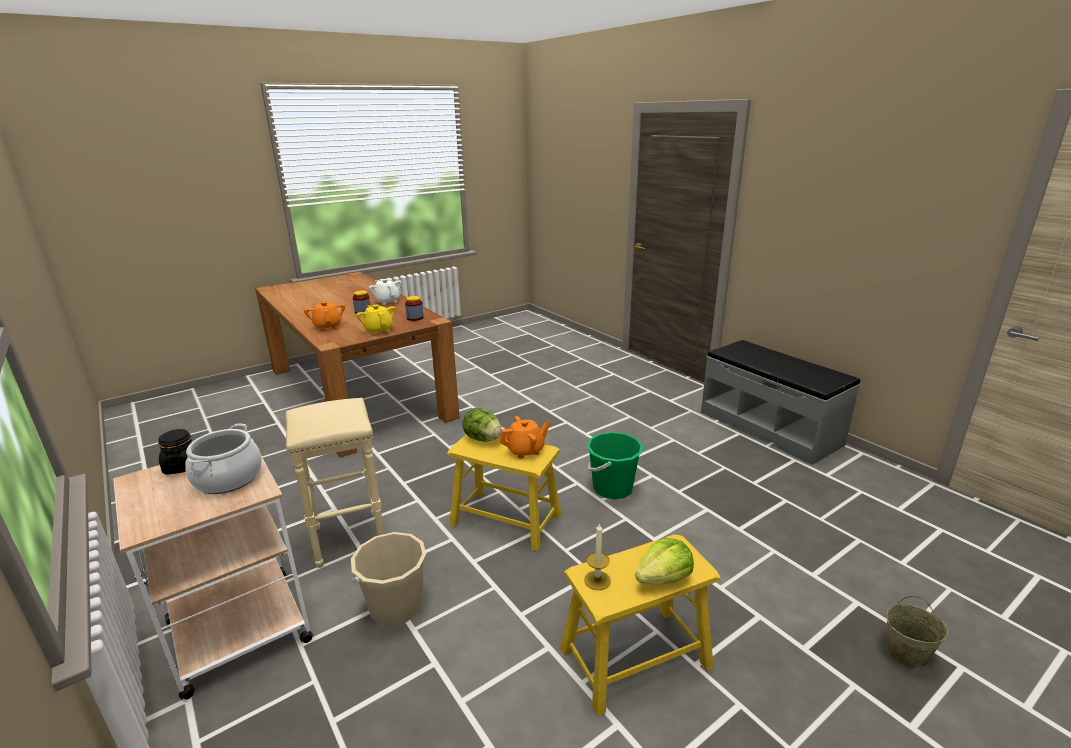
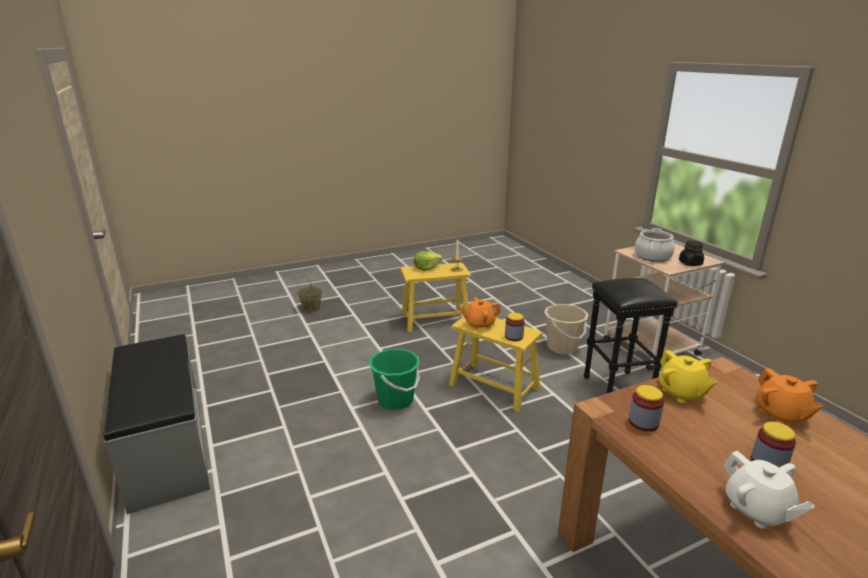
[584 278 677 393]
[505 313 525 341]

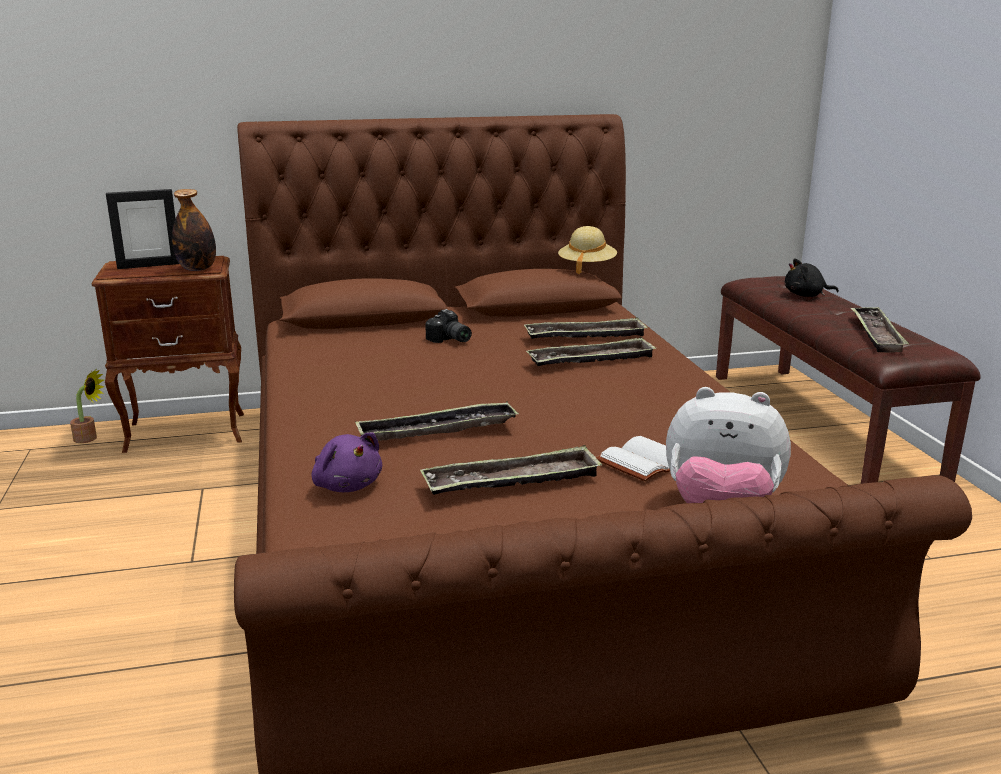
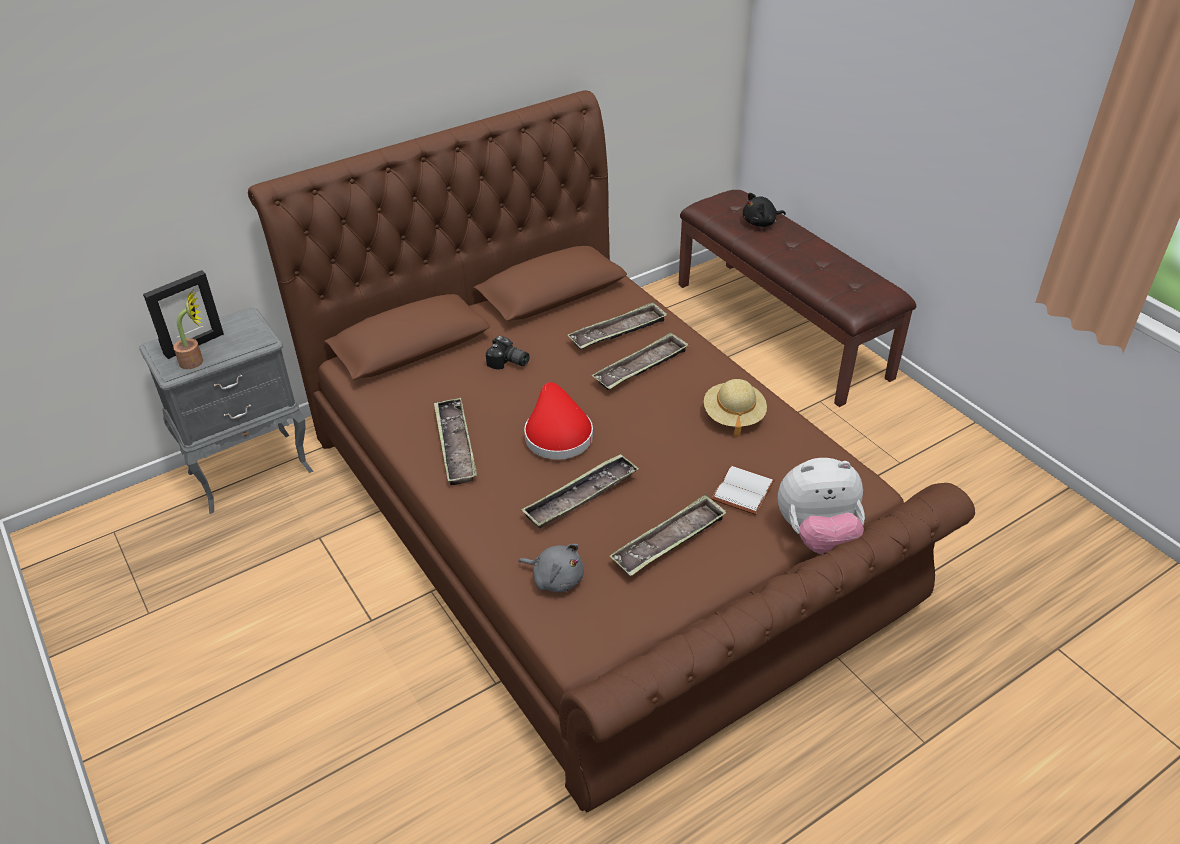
[173 290 203 369]
[139 307 314 514]
[172 189 216 271] (first image)
[519 544 584 592]
[704 379 767 437]
[434 398 477 485]
[524 382 593 460]

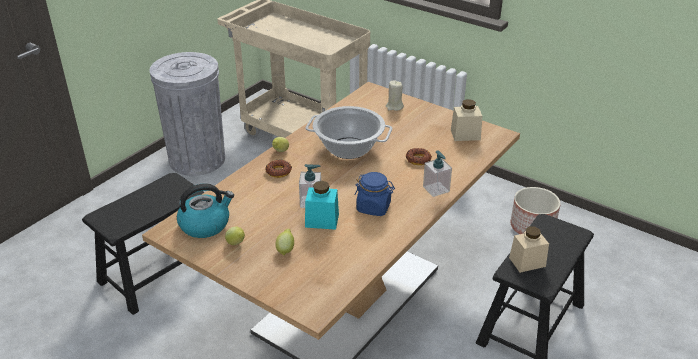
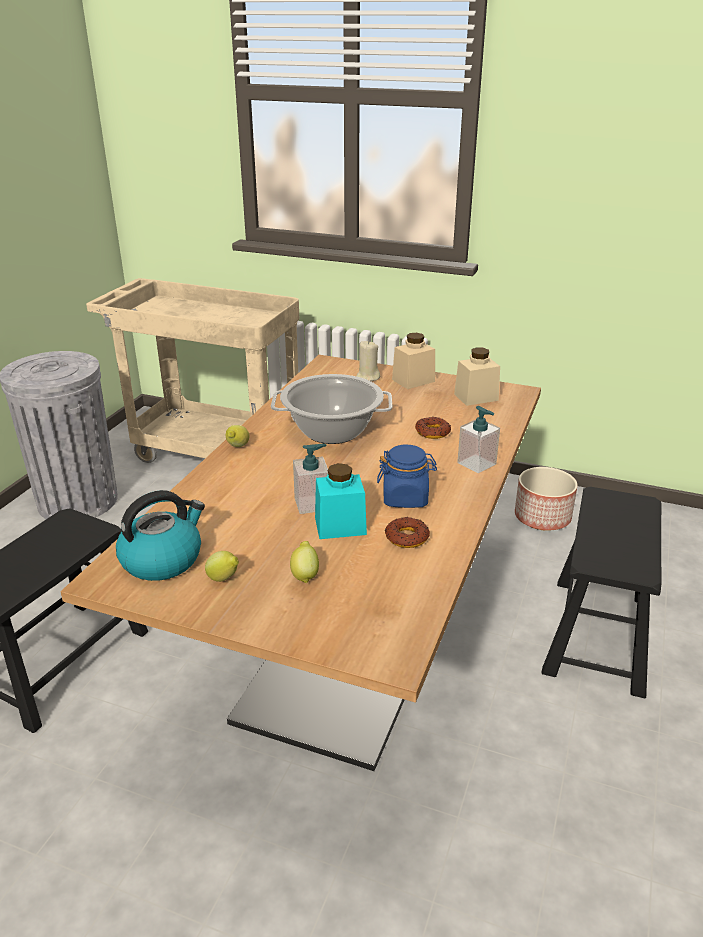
[385 517 430 548]
[392 333 435 389]

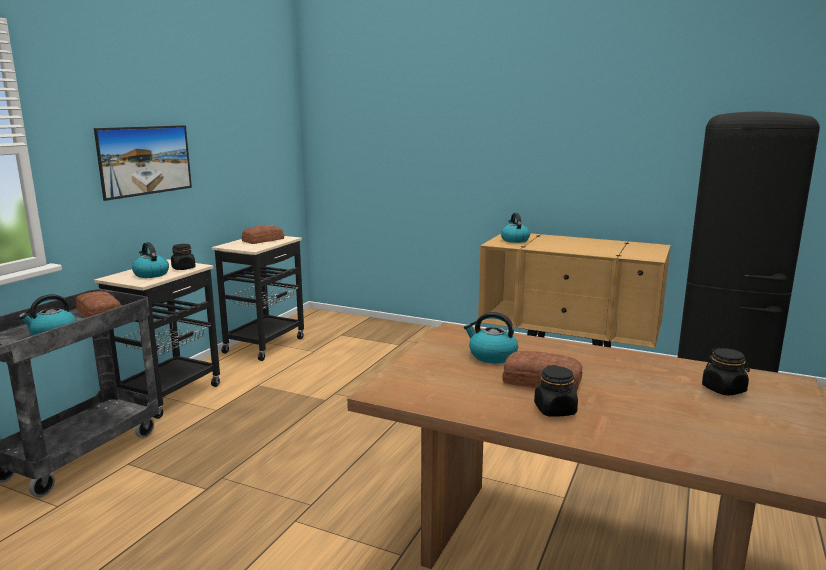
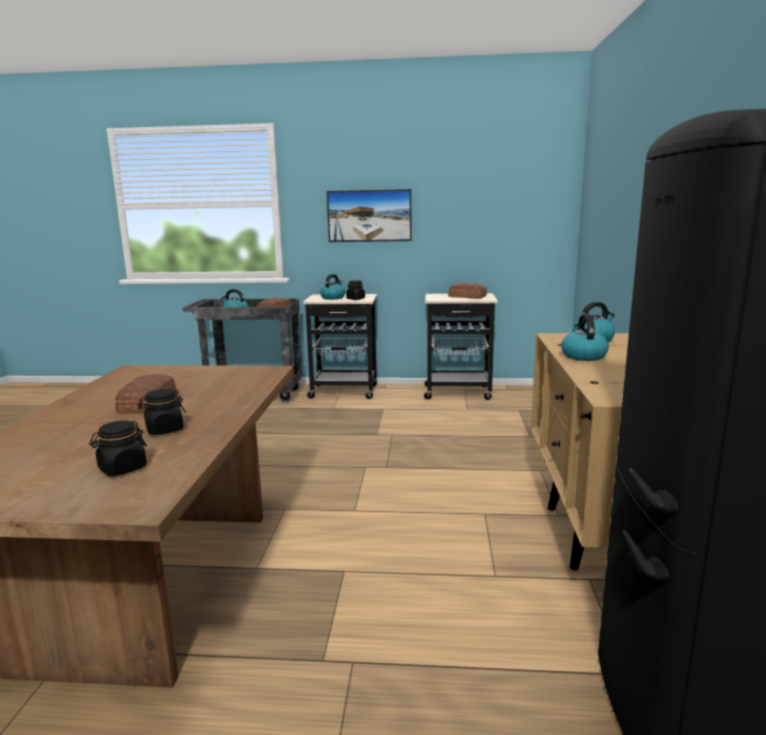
[561 314 609 361]
[138 389 186 435]

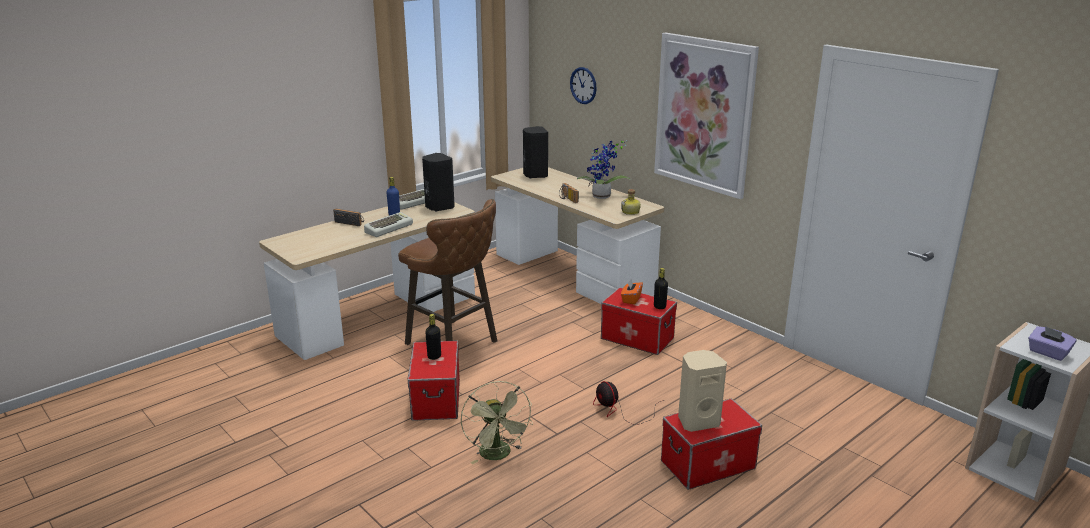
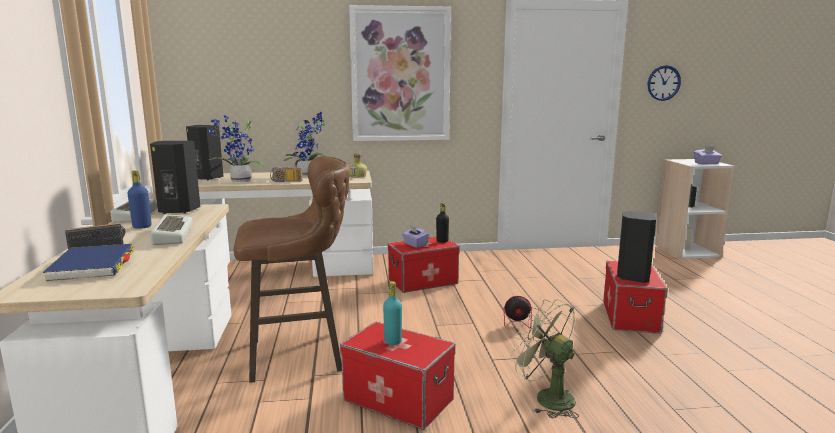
[383 281 402 345]
[510 299 579 418]
[648 65 681 101]
[402 225 429 248]
[617 211 656 283]
[43 244 134 283]
[208 115 265 182]

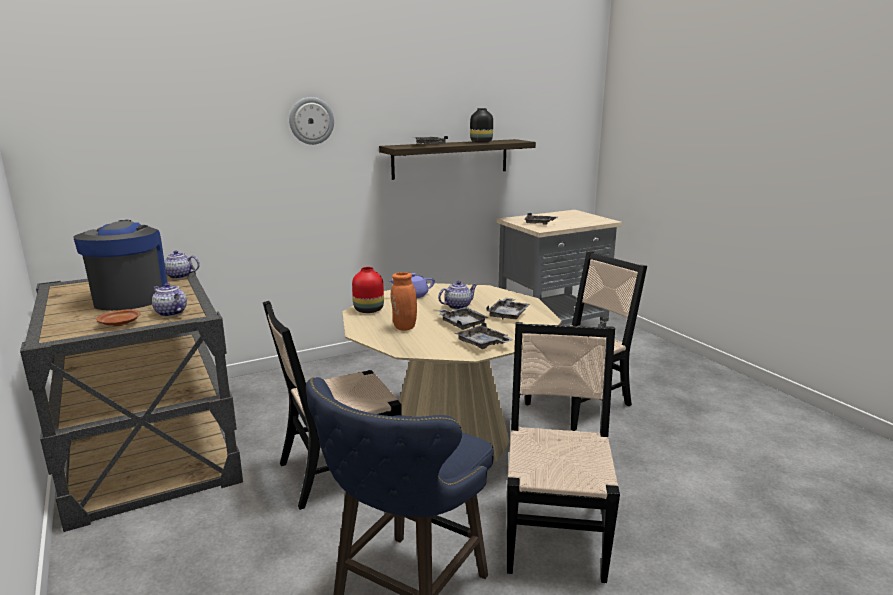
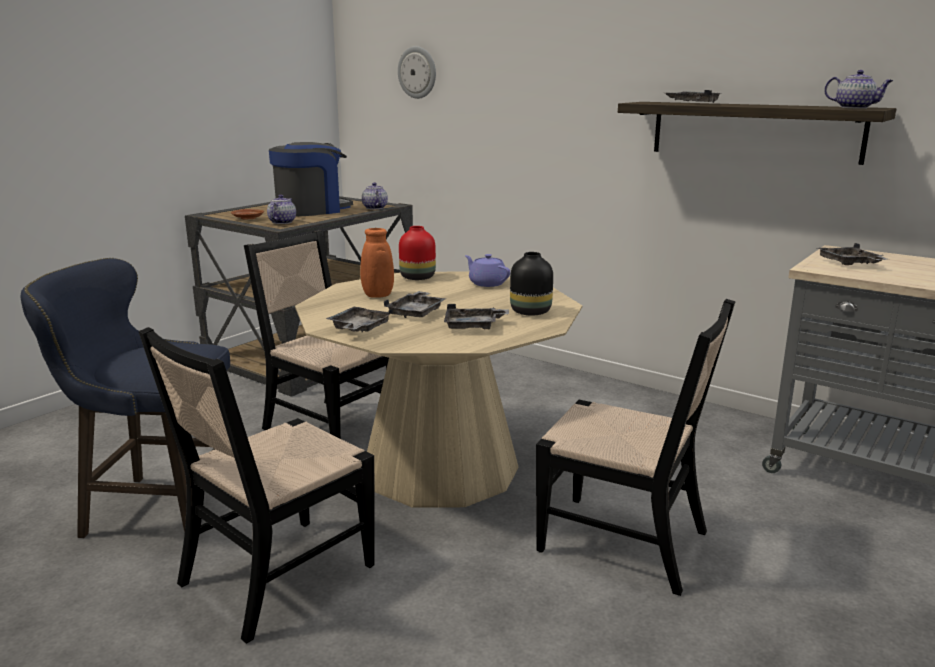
[398 46 436 99]
[825 70 893 109]
[510 252 553 316]
[139 327 375 644]

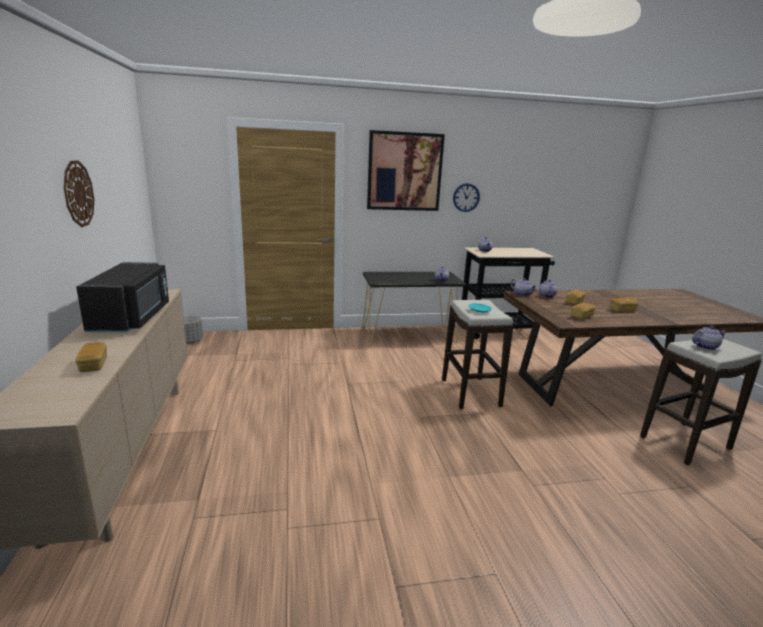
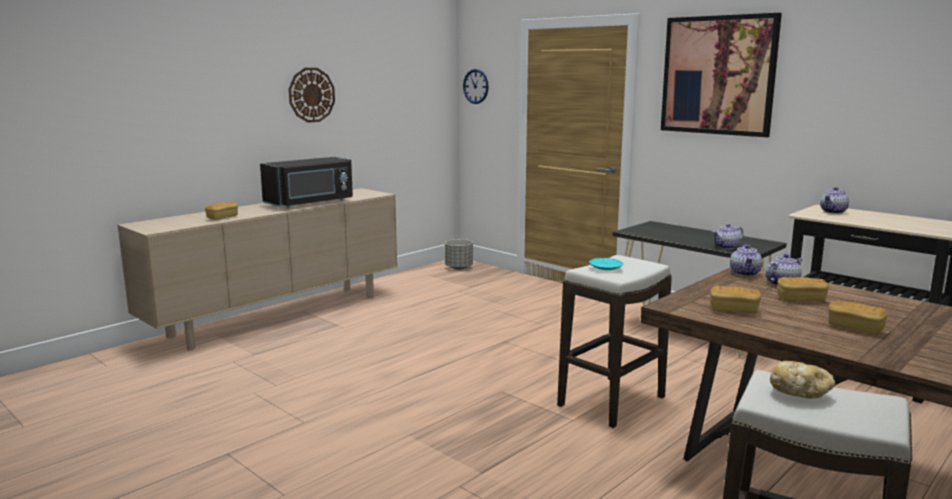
[463 69 489 104]
[770 361 835 399]

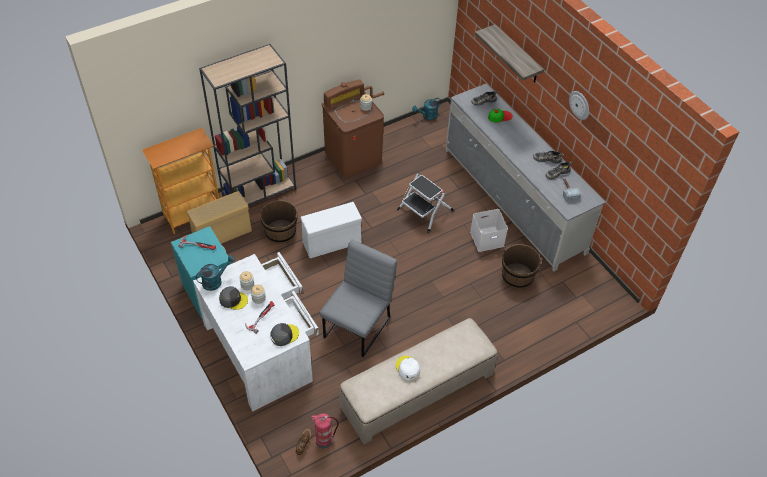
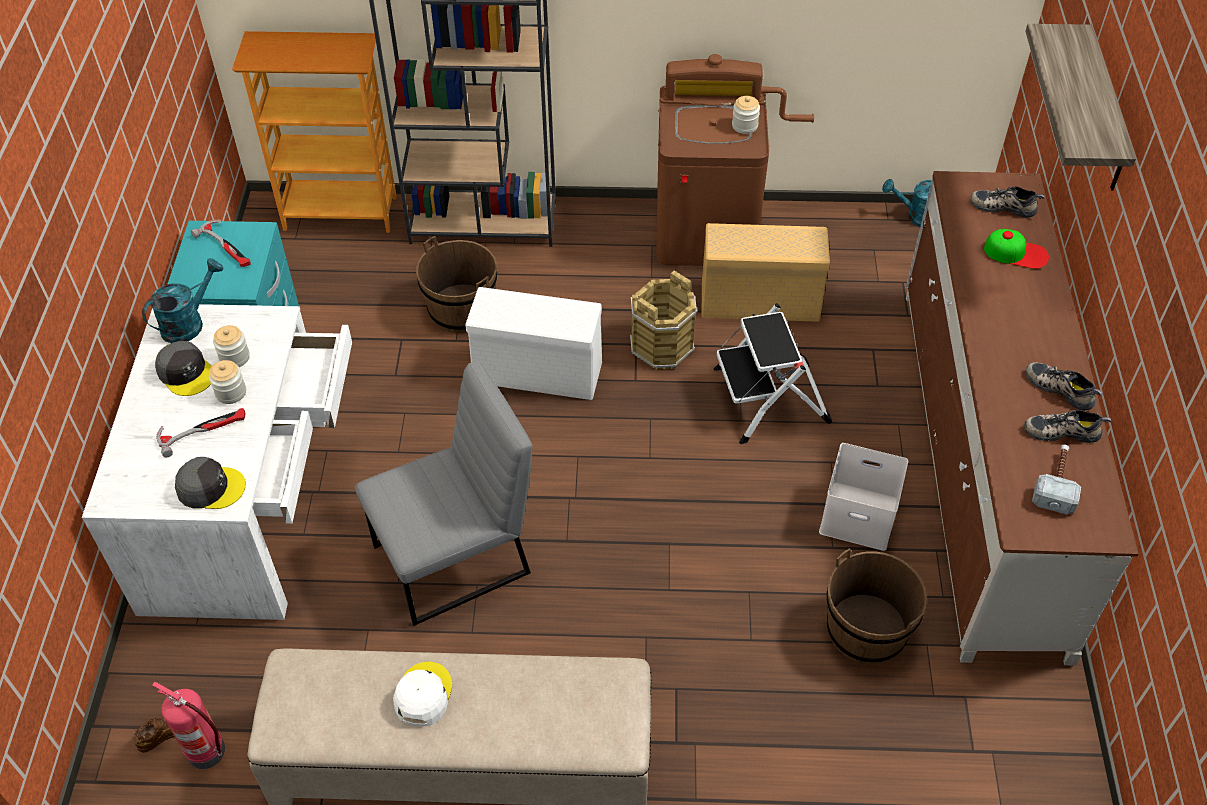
[702 223 830 322]
[142 258 223 343]
[906 171 1138 666]
[569 91 589 120] (first image)
[630 271 698 370]

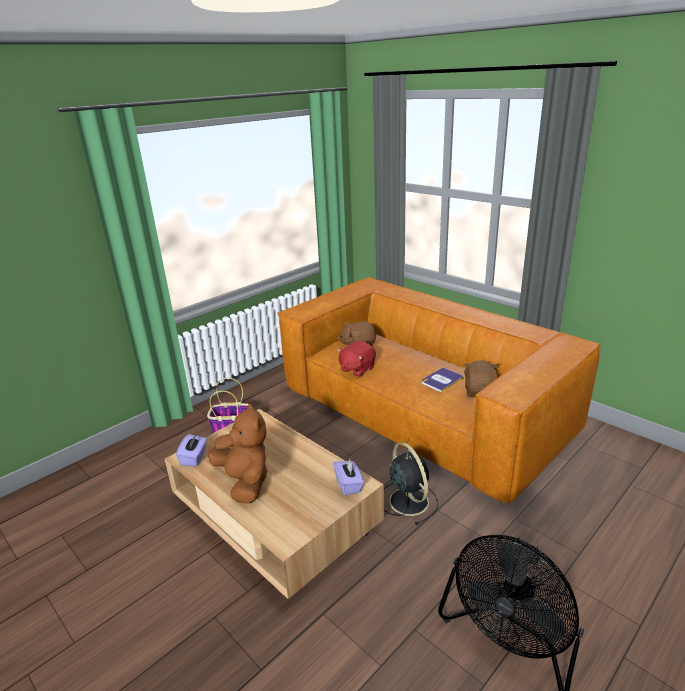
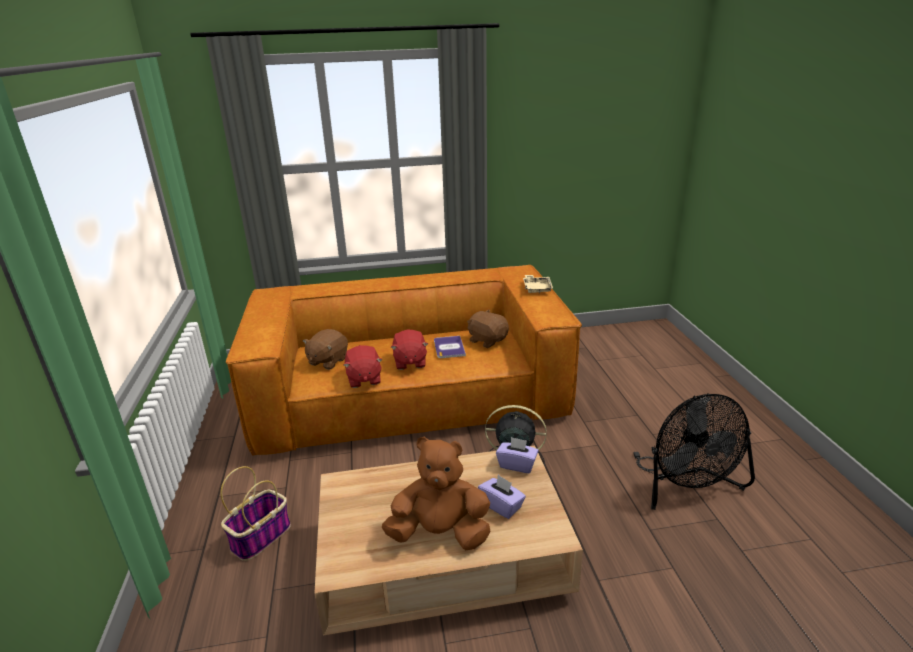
[478 475 526 519]
[391 330 428 370]
[523 275 553 294]

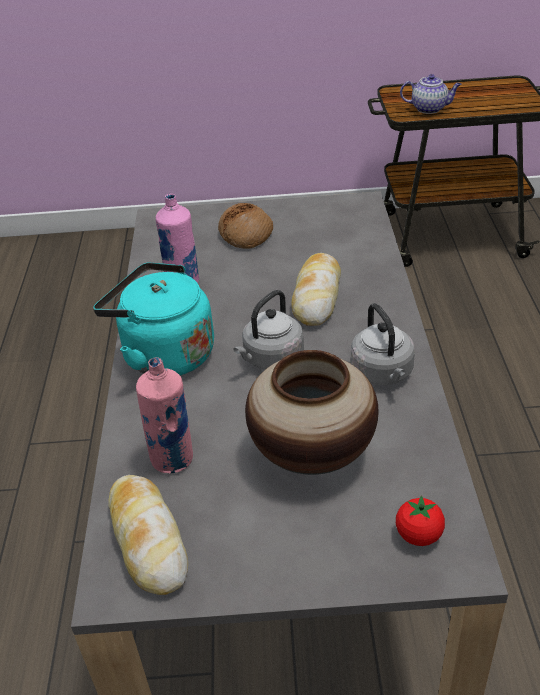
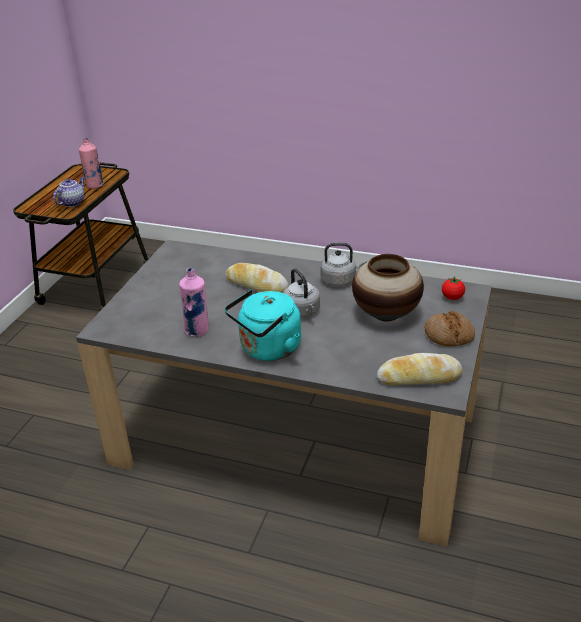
[79 137 103 189]
[424 311 475 347]

